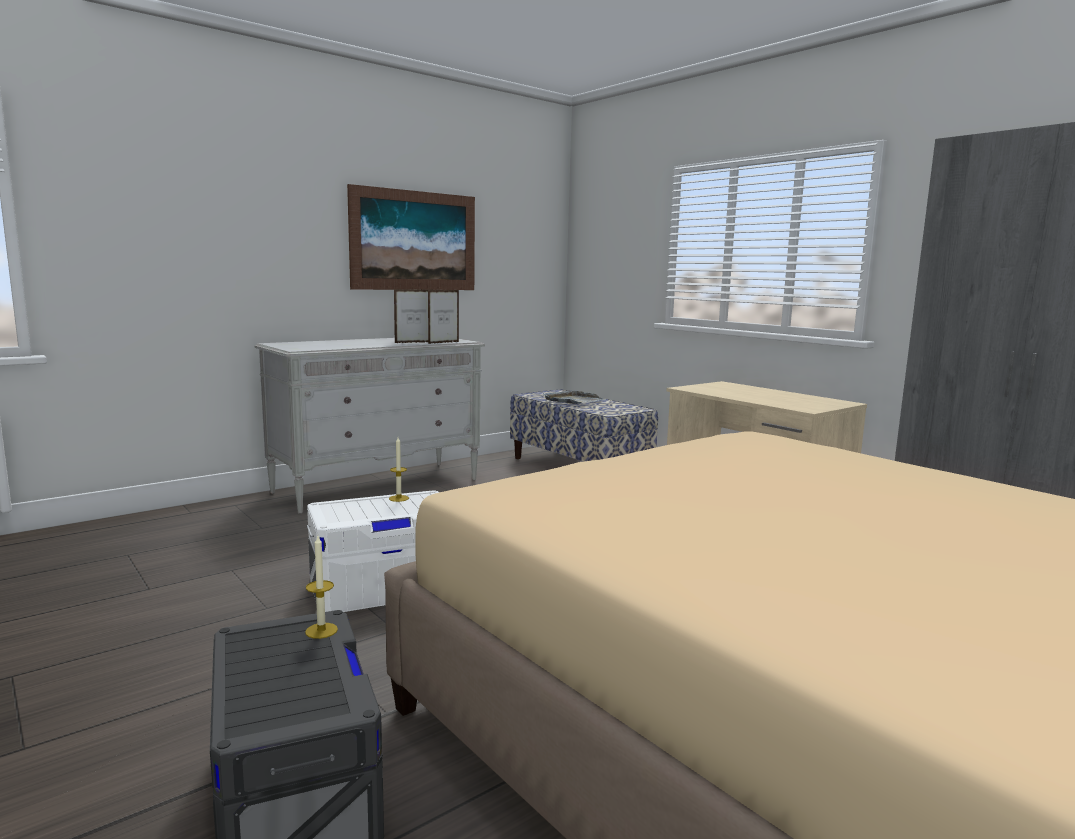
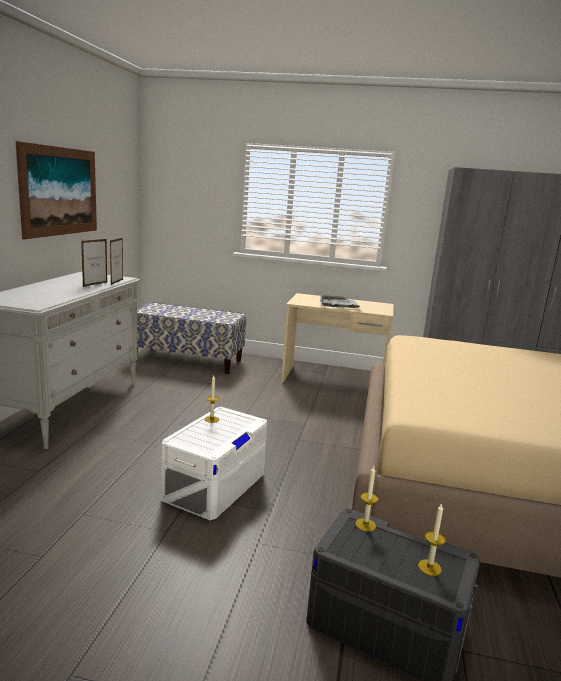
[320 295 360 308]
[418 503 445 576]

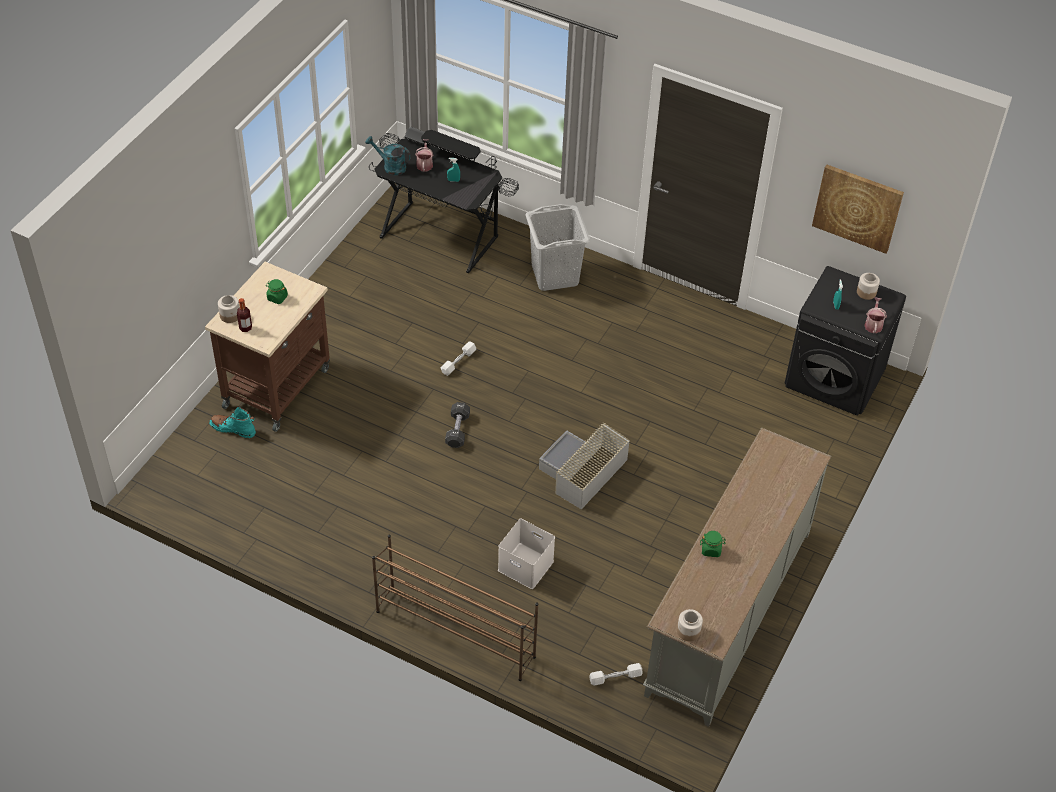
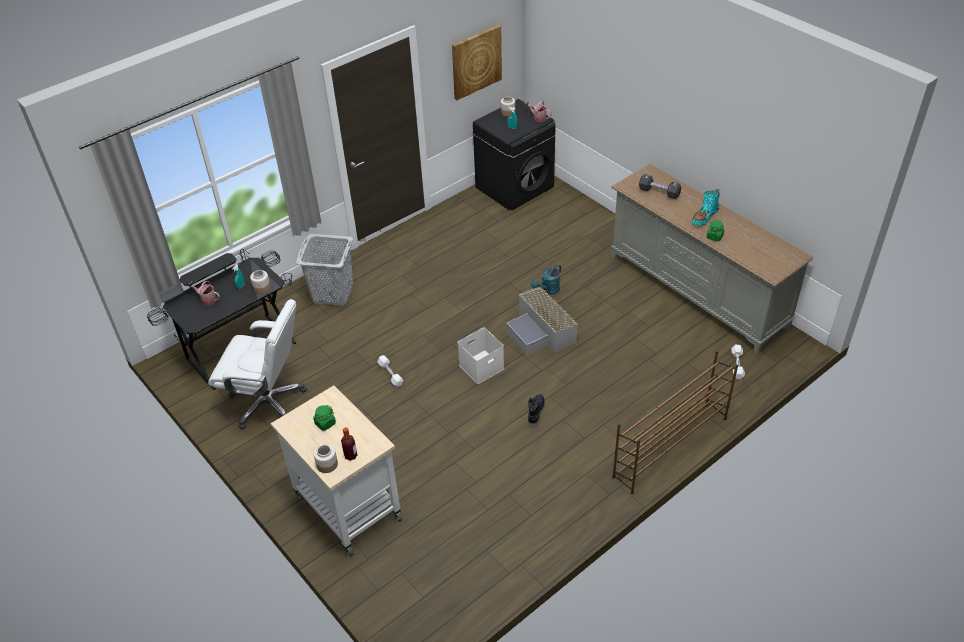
[271 385 402 556]
[691 189 720 226]
[531 264 561 295]
[639 174 681 199]
[458 327 504 384]
[250 270 271 294]
[208 299 307 429]
[528 394 545 428]

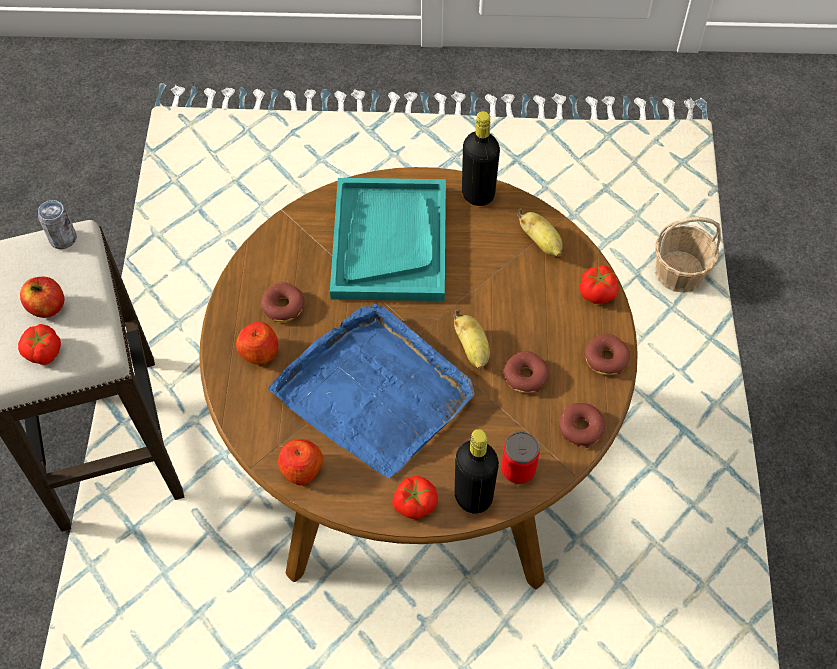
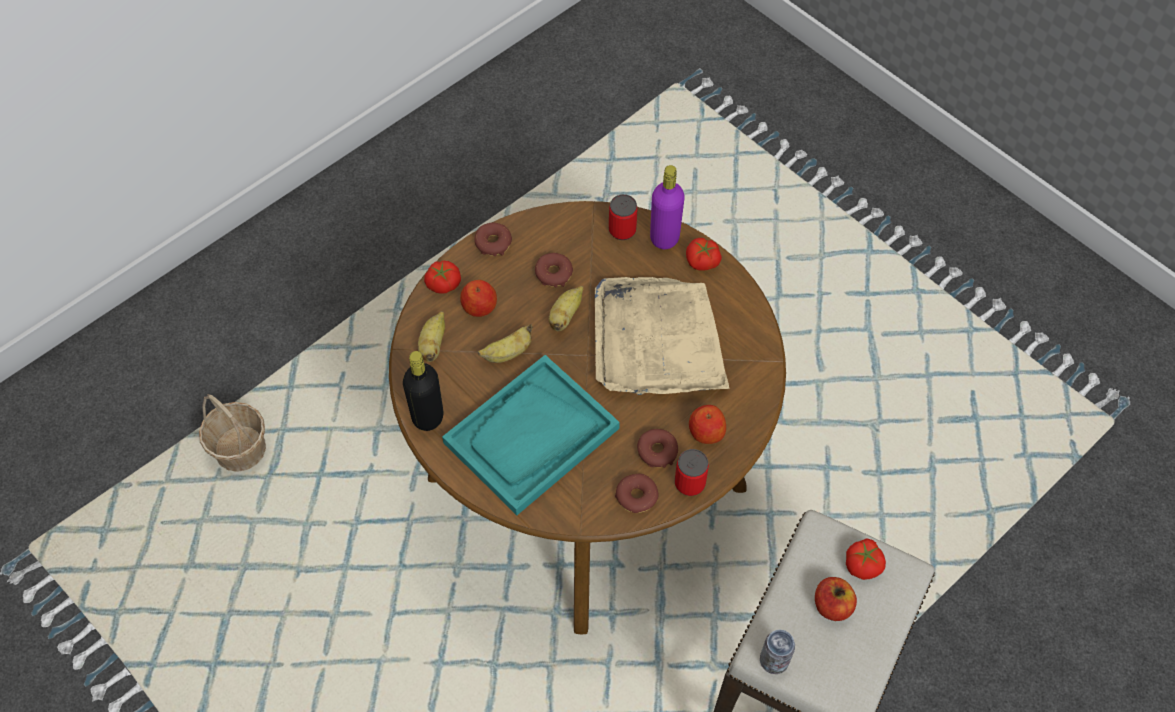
[595 277 729 395]
[460 280 497 317]
[650 165 685 249]
[615 474 658 513]
[478 324 533 363]
[675 449 709 496]

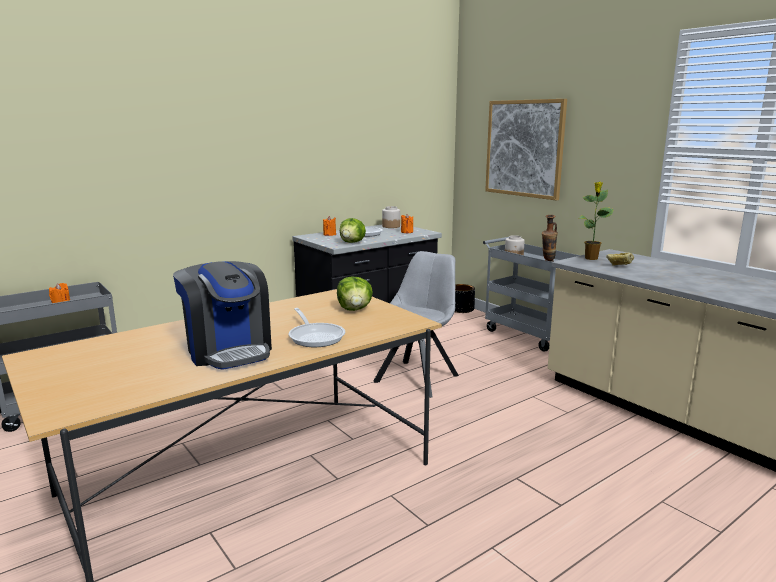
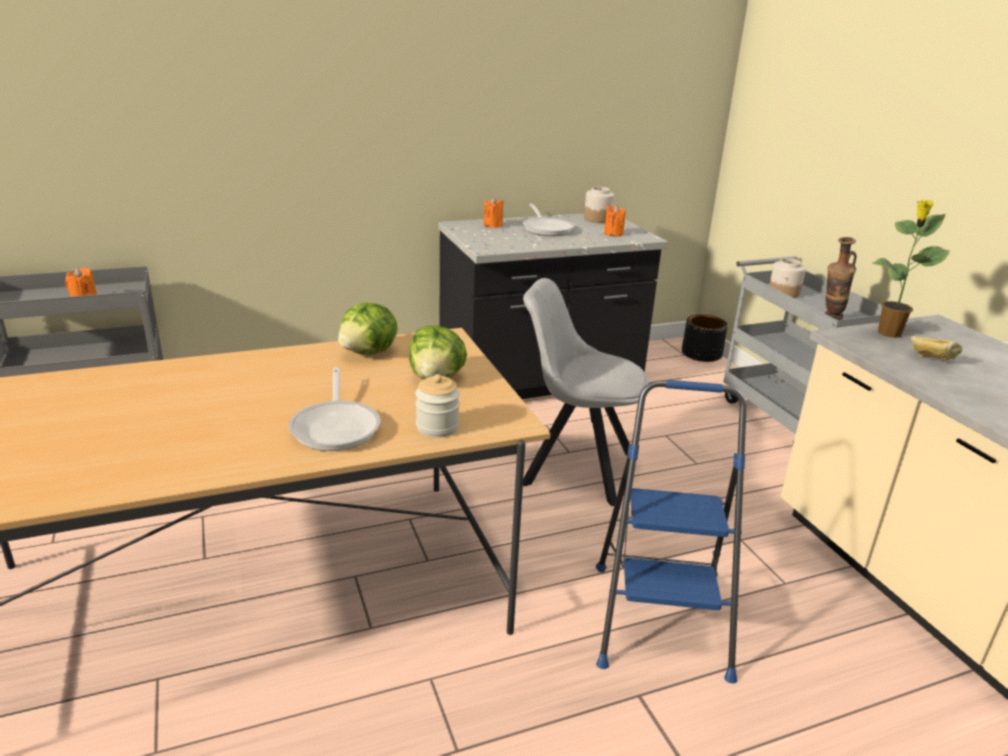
[173 261 272 370] (first image)
[338 303 398 355]
[523 278 649 506]
[485 99 567 200] (first image)
[416 374 460 438]
[596 380 746 683]

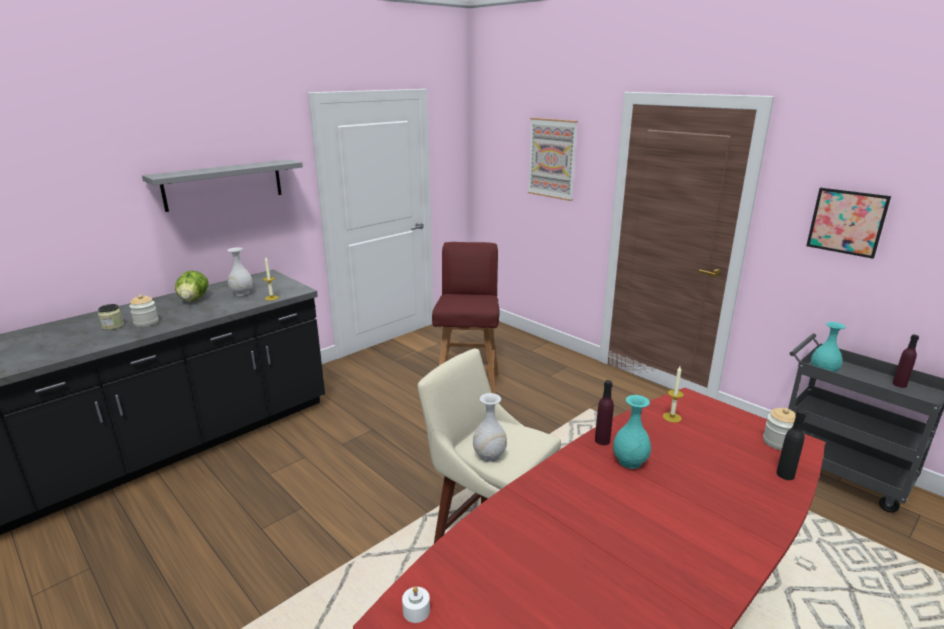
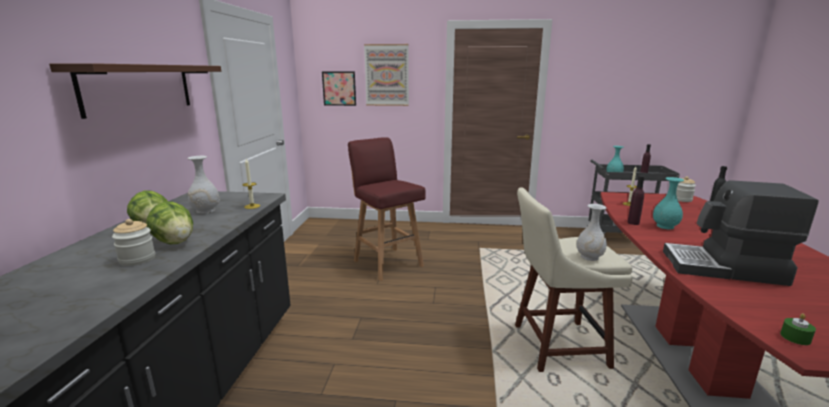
[98 304 124 330] (first image)
[49 63 221 119]
[780 313 816 345]
[322 71 356 106]
[146 201 193 244]
[663 180 819 286]

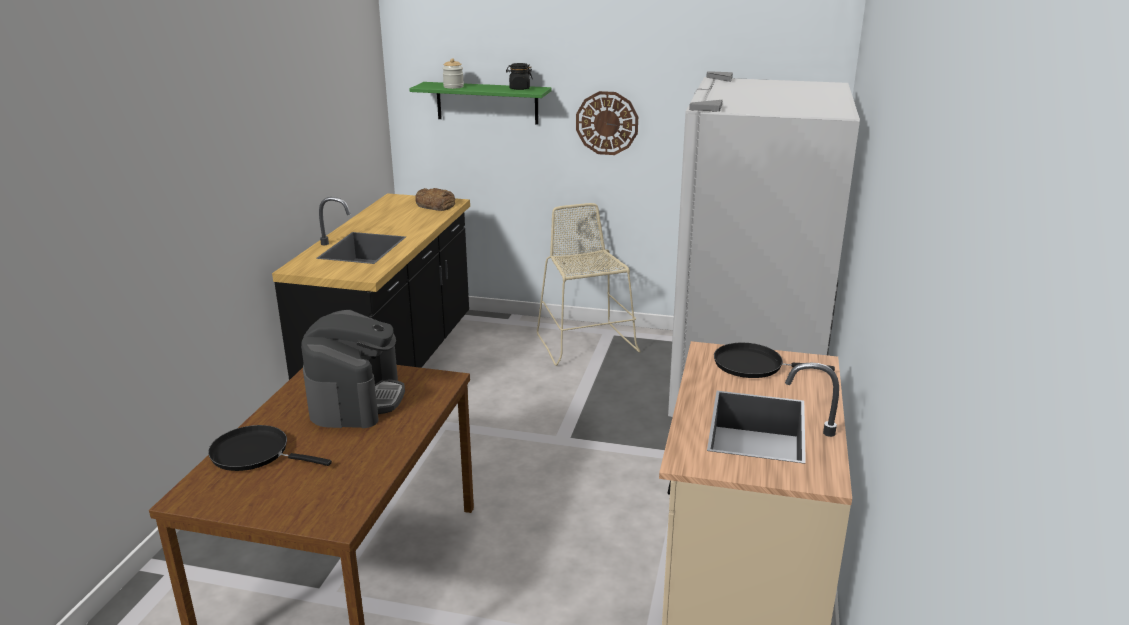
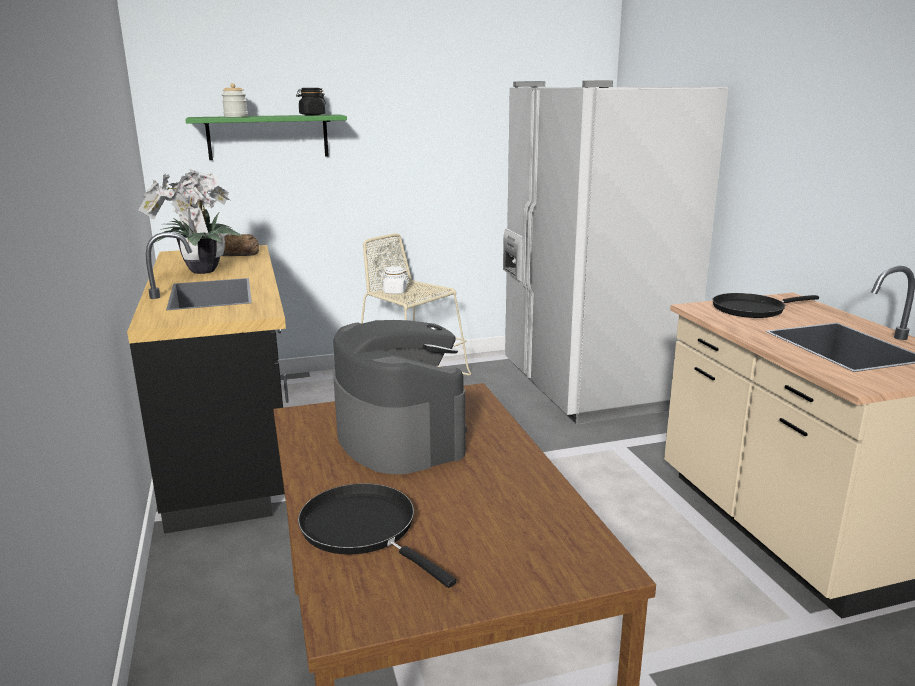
[298 483 456 588]
[576 91 638 155] (first image)
[138 170 242 274]
[381 266 409 294]

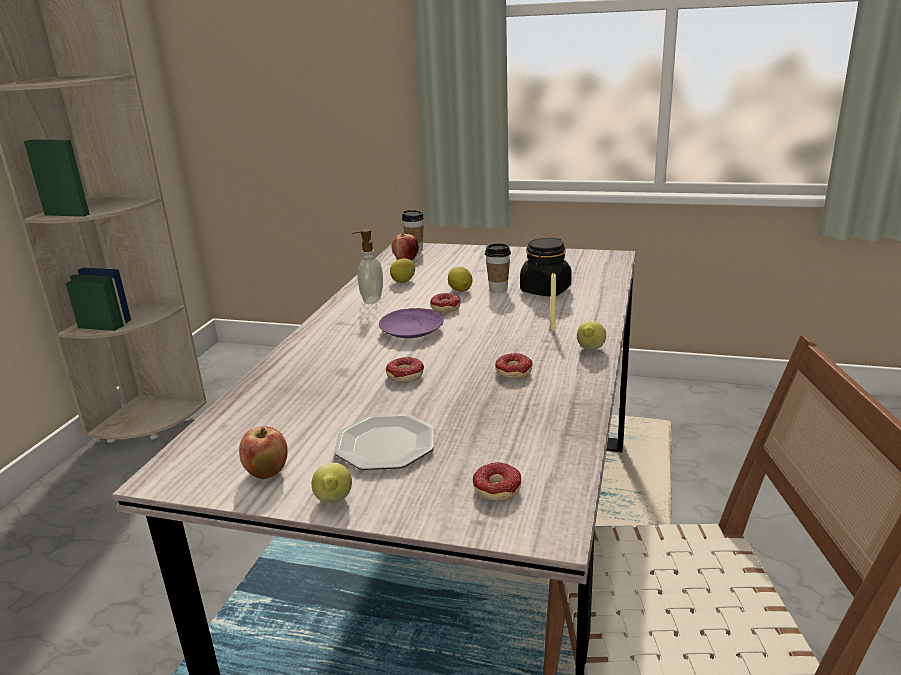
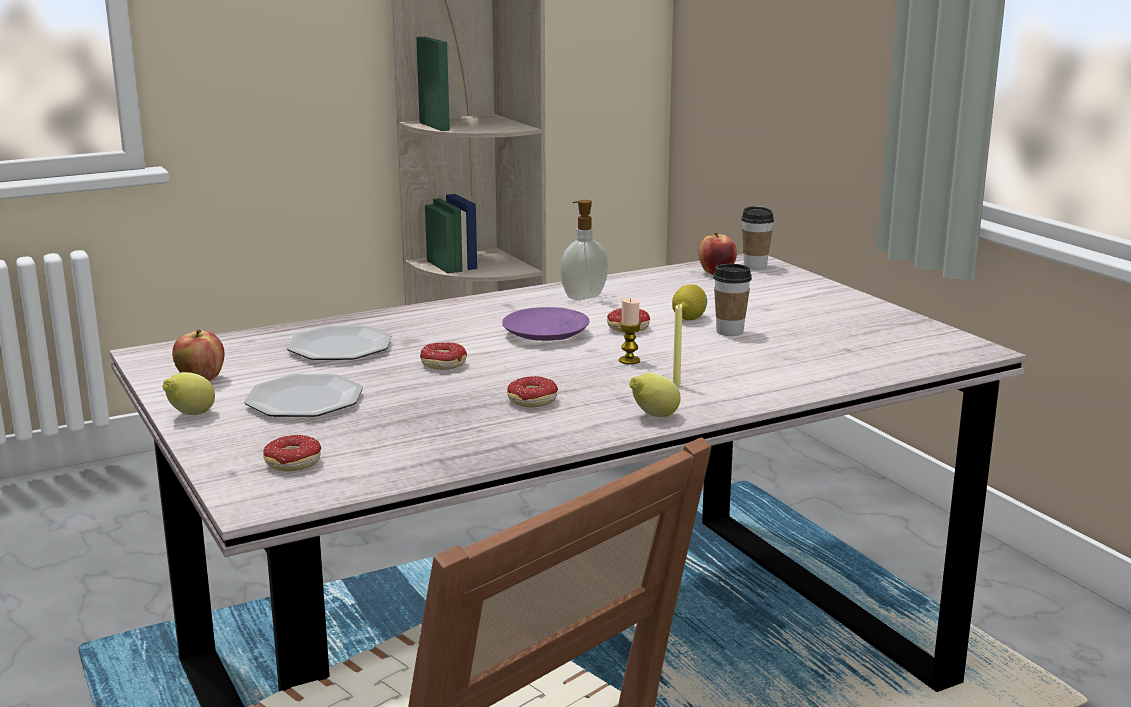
[390 258 415 283] (first image)
[520 238 572 296] (first image)
[287 325 391 360]
[619 298 641 365]

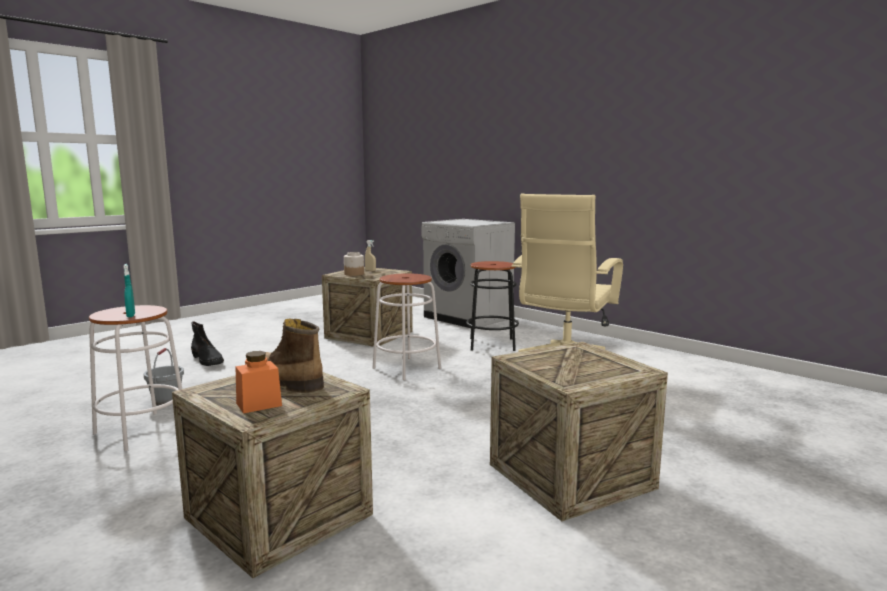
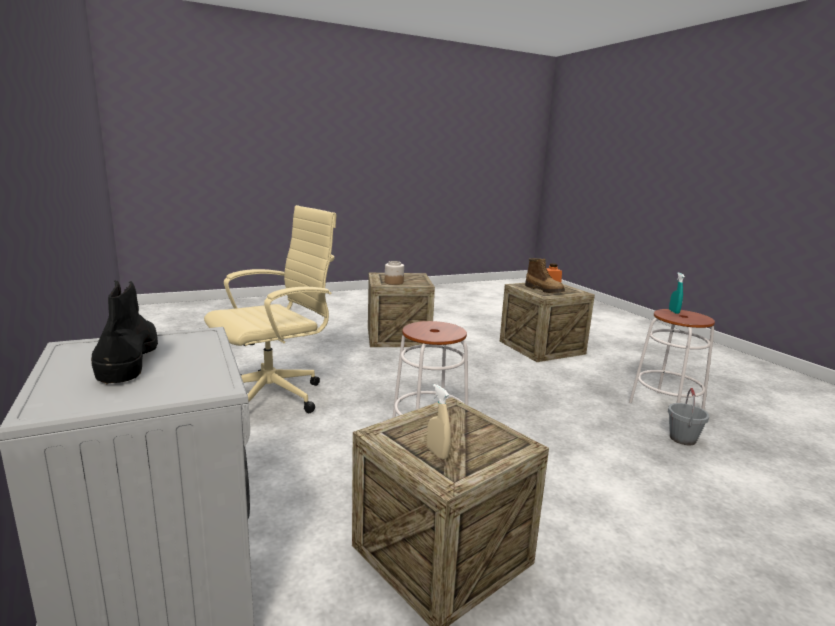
[91 280 158 385]
[385 261 404 285]
[466 261 519 351] (first image)

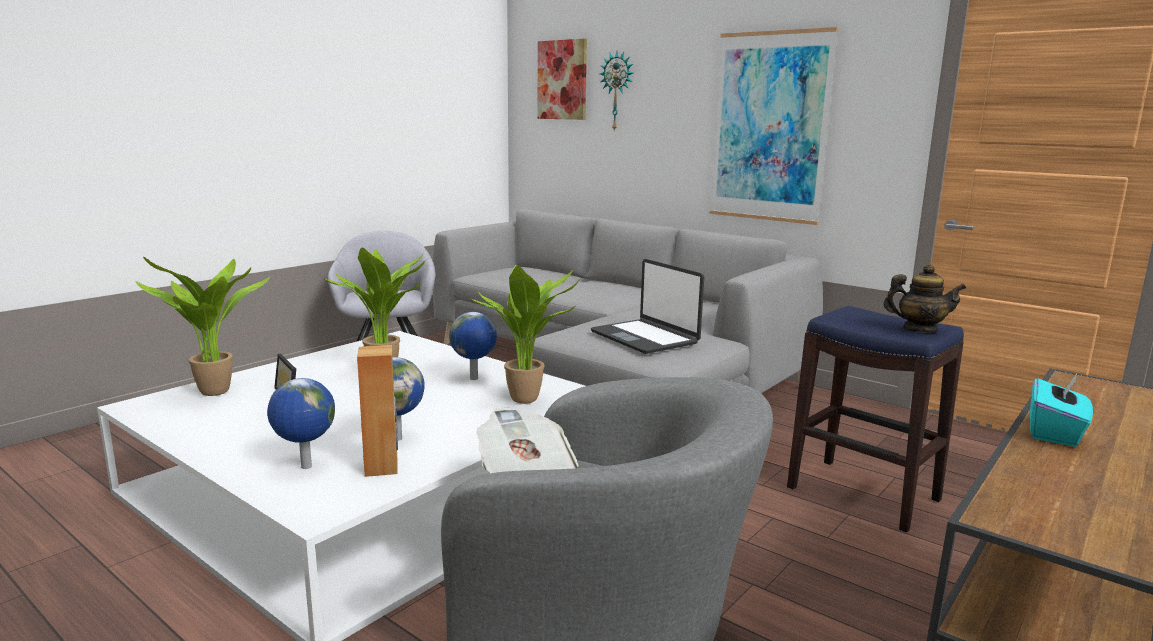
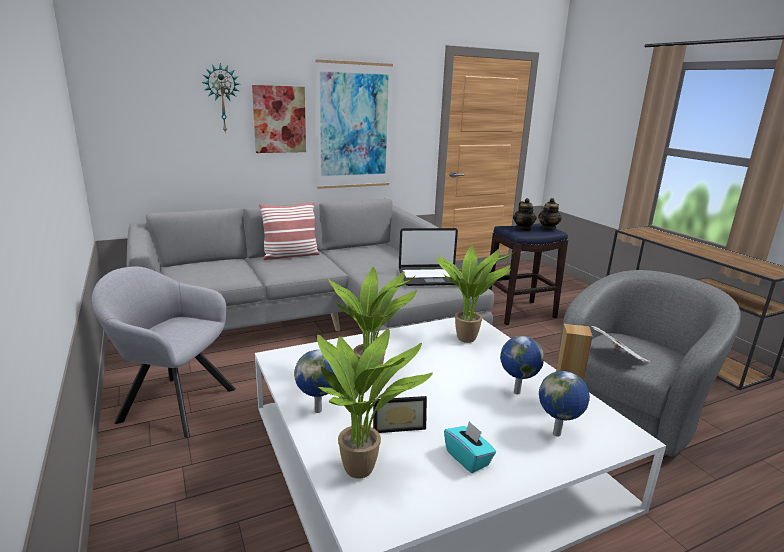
[294 350 334 413]
[252 85 306 153]
[444 421 496 473]
[259 202 320 260]
[513 198 536 231]

